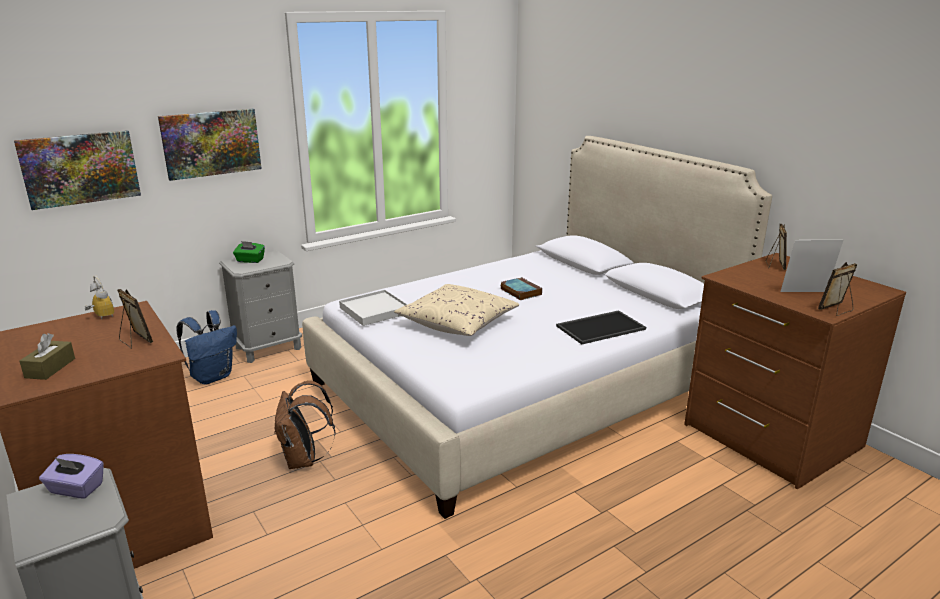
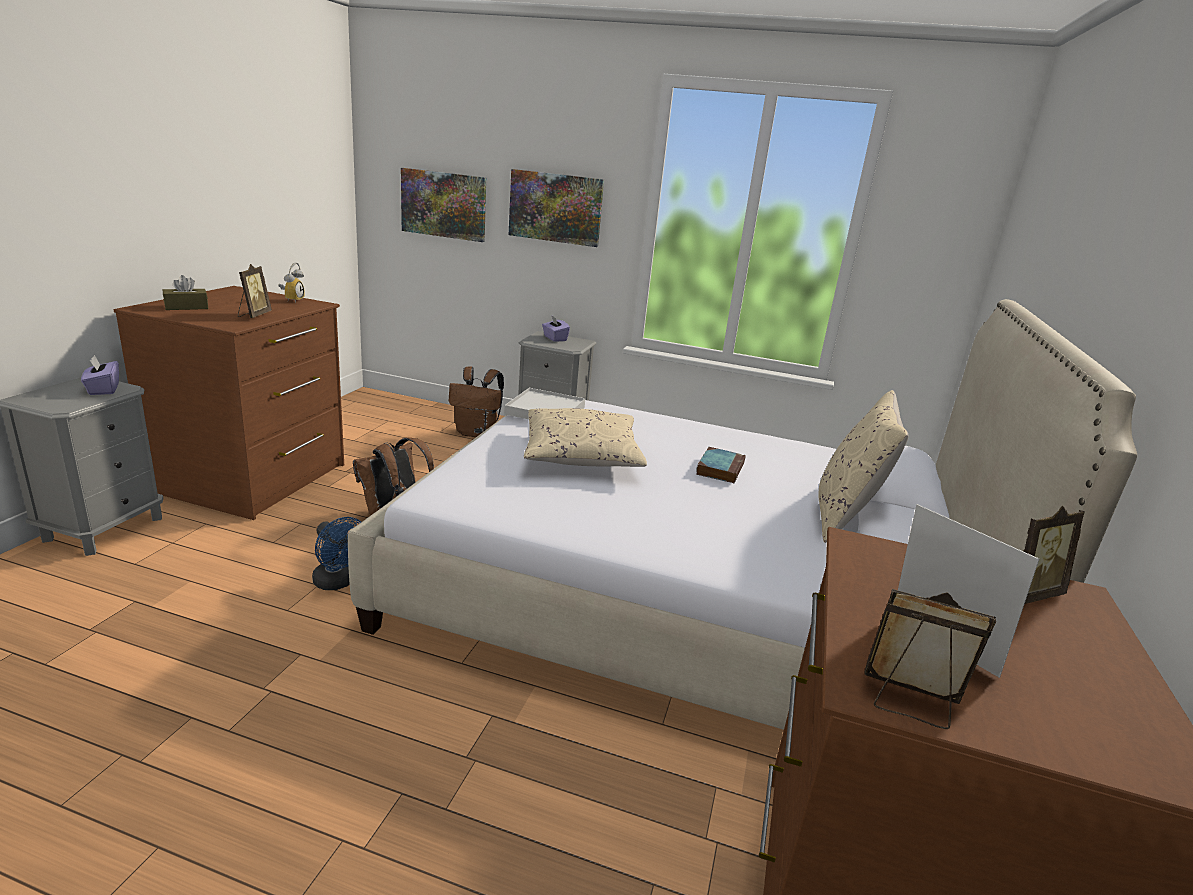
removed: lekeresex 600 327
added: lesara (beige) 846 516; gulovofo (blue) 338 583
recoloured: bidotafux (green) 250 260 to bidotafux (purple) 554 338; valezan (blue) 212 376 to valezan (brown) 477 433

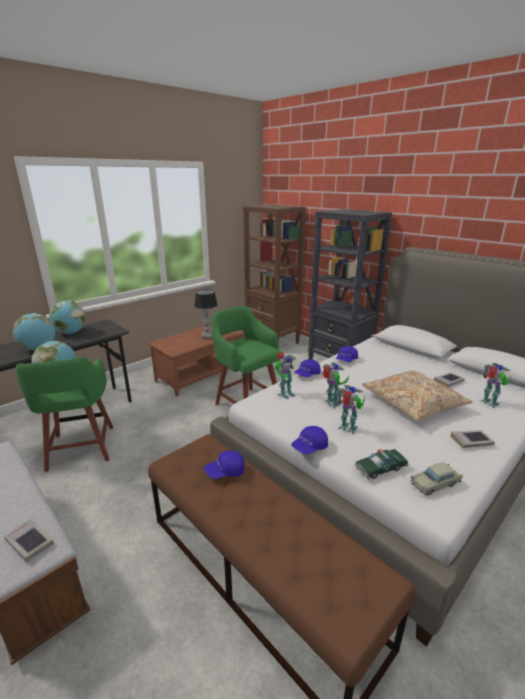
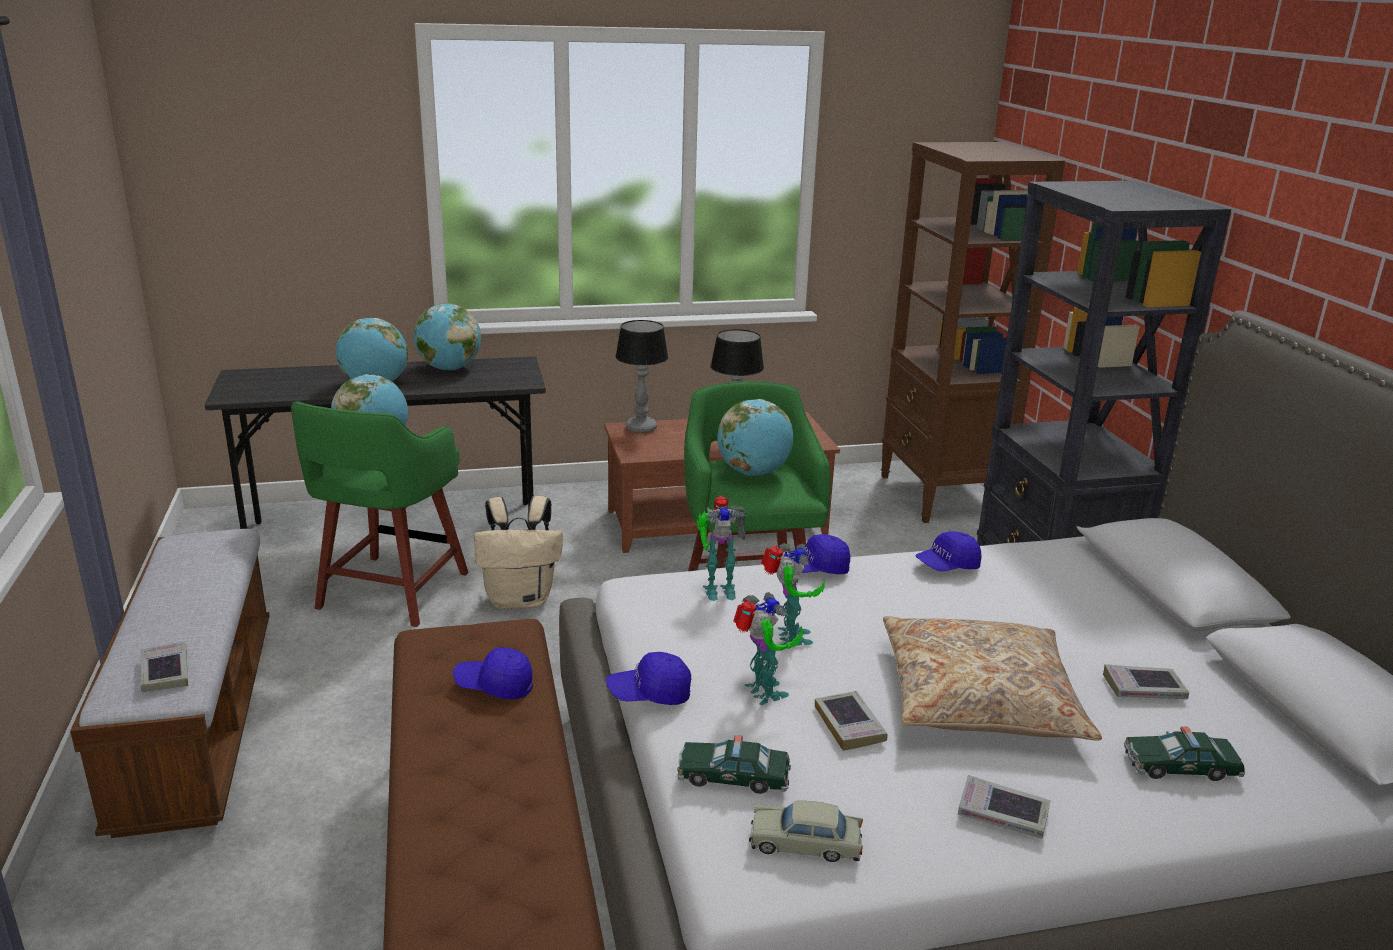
added: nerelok 642 428; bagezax 753 473; valezan (beige) 521 599; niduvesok 849 725
replaced: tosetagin 489 403 to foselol 1180 767

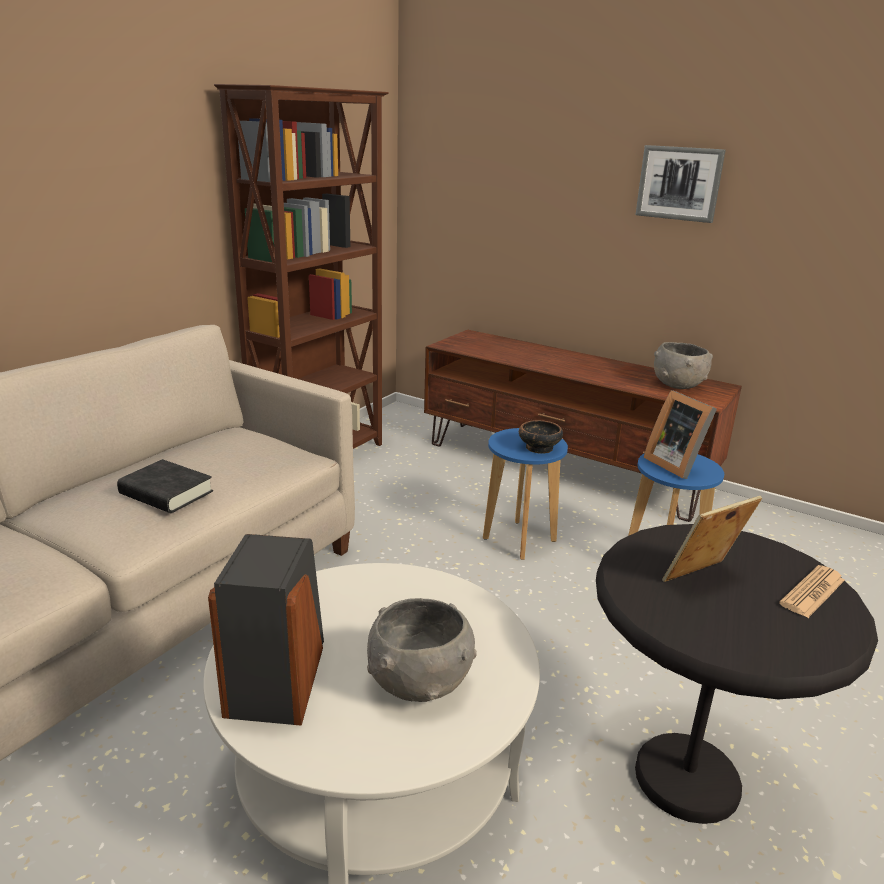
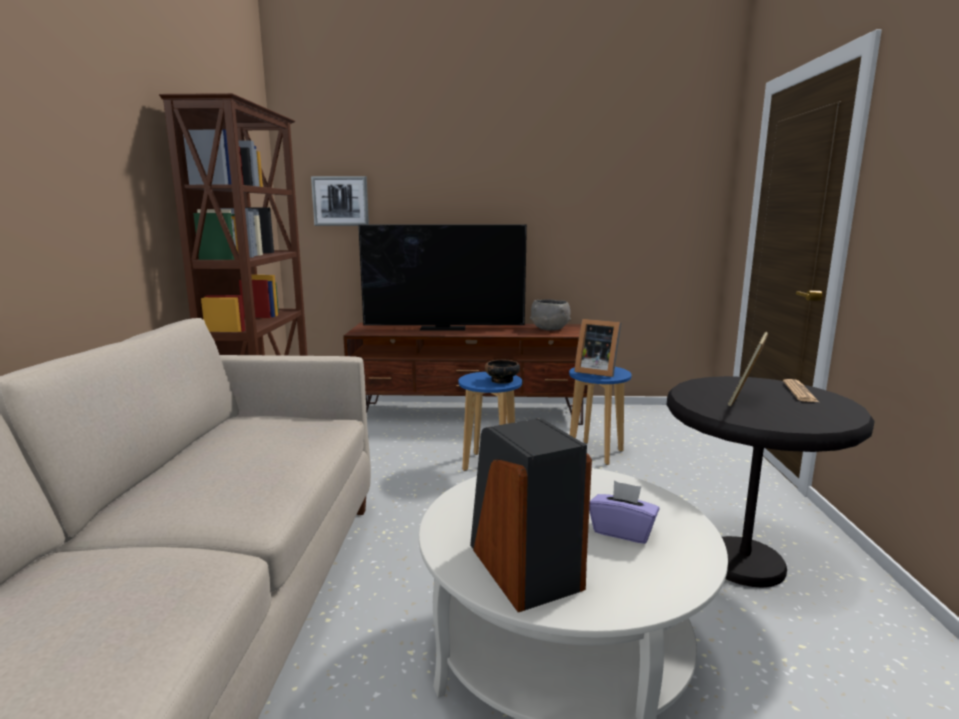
removed: niduvesok (black) 166 493
added: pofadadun 444 328
moved: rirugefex 679 183 to 340 201
replaced: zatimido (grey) 419 682 to bidotafux (purple) 622 531

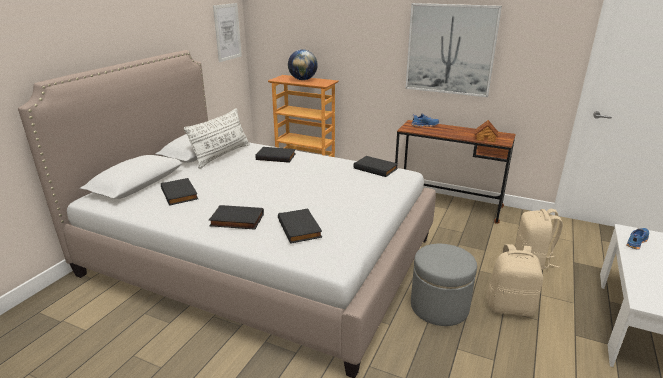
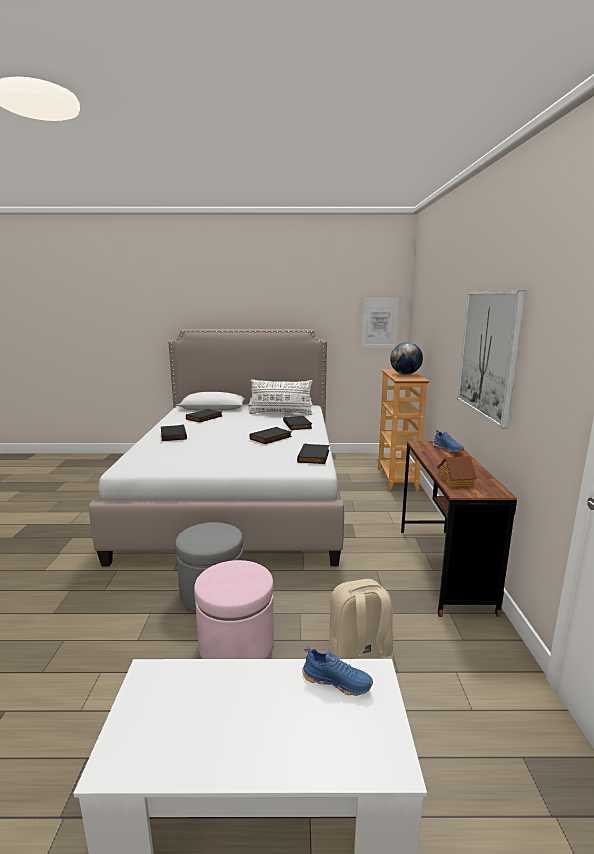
moved: niduvesok (black) 300 228 to 271 438
replaced: valezan (beige) 510 306 to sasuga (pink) 236 645

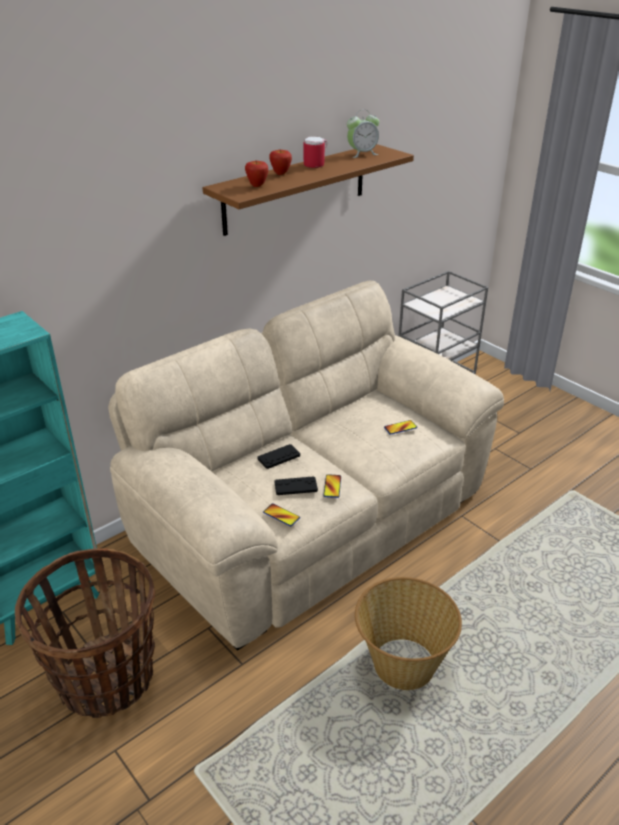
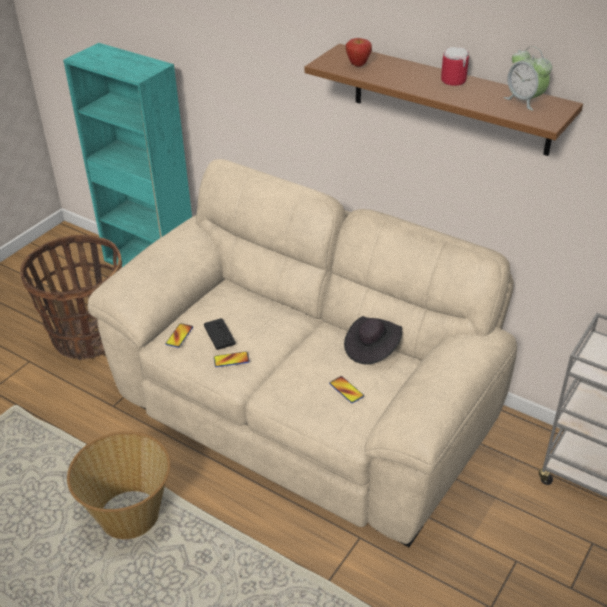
removed: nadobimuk 280 174; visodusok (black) 278 457
added: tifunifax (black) 372 349

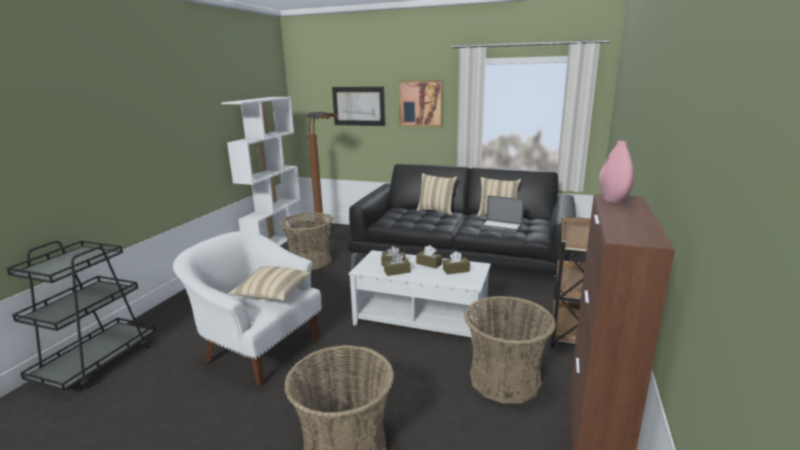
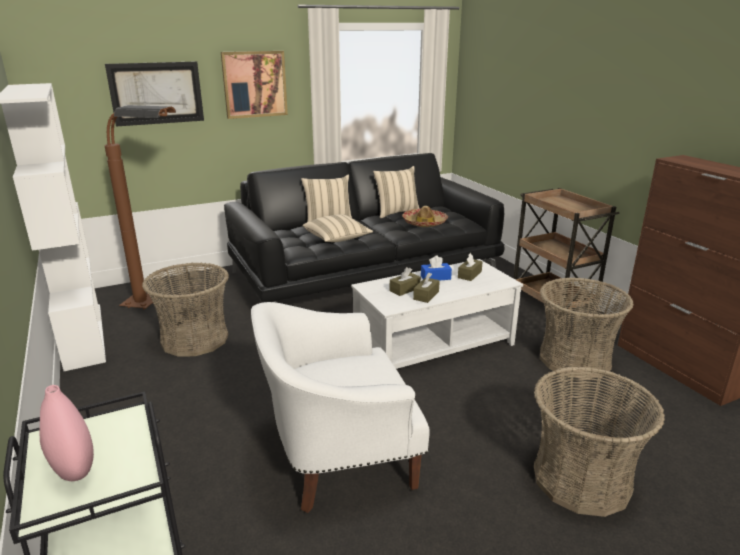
moved: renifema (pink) 612 200 to 73 468; lesara (beige) 272 294 to 337 239
replaced: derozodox 501 227 to tifunifax 424 223
recoloured: bidotafux (brown) 429 264 to bidotafux (blue) 435 277

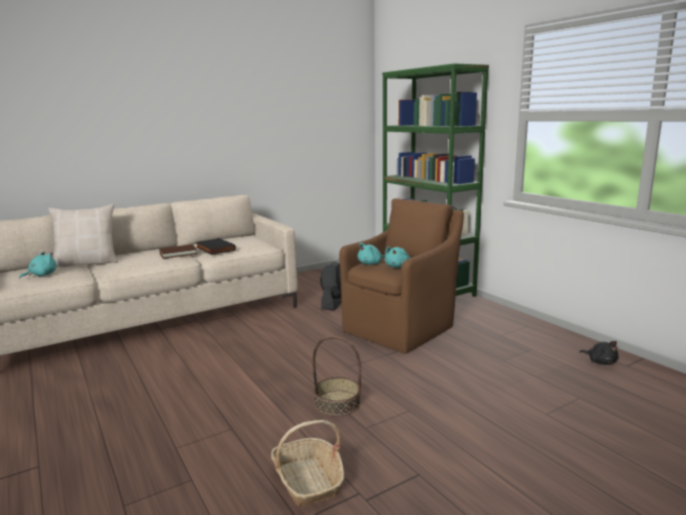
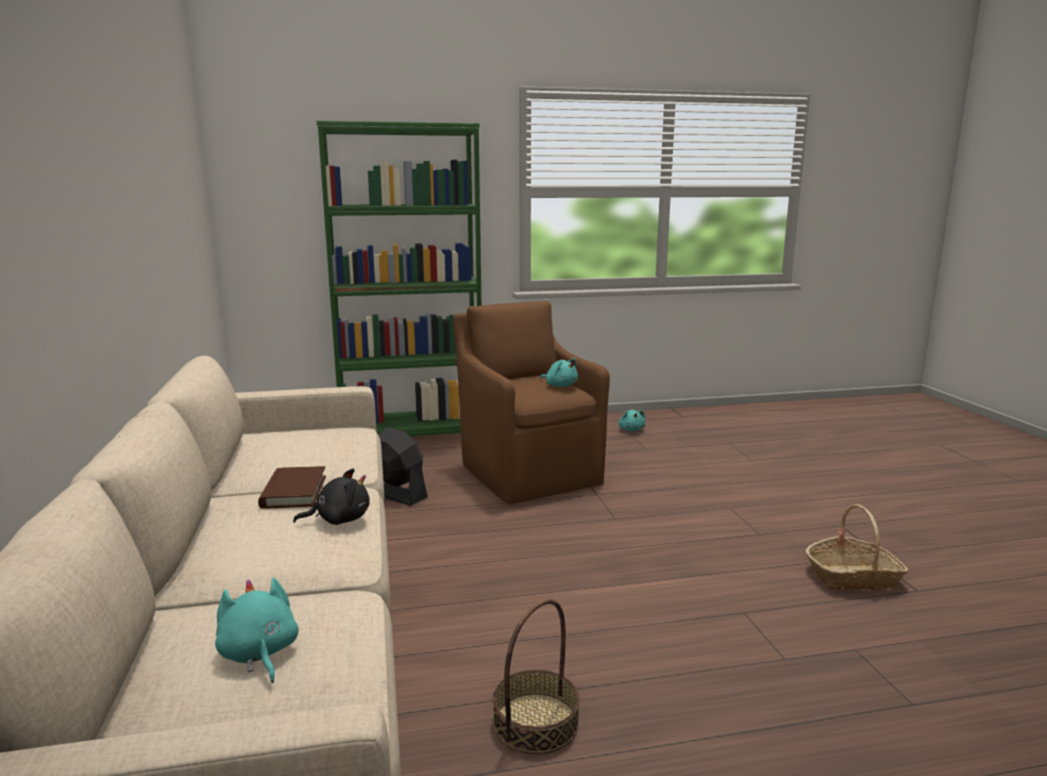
removed: lesara (beige) 87 263; niduvesok (black) 214 249
moved: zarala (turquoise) 371 264 to 631 429; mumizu 337 403 to 536 722; zarala (black) 600 362 to 339 519

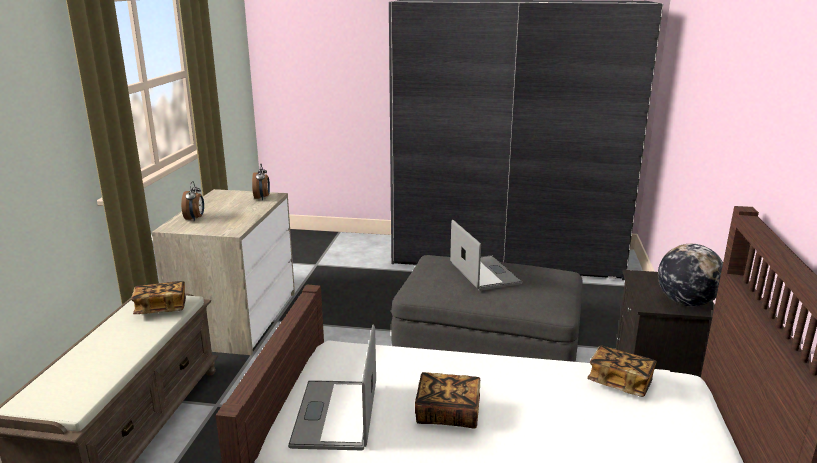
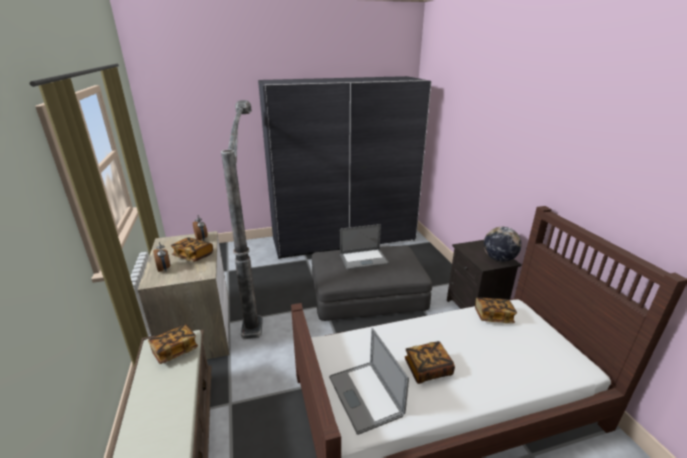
added: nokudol 256 287; niduvesok 193 256
turned: derozodox 484 273 = 363 259 120 degrees clockwise

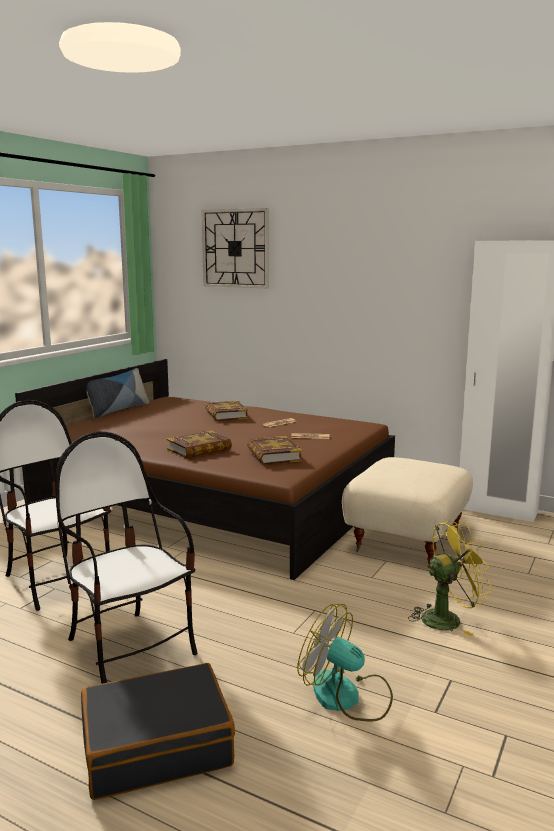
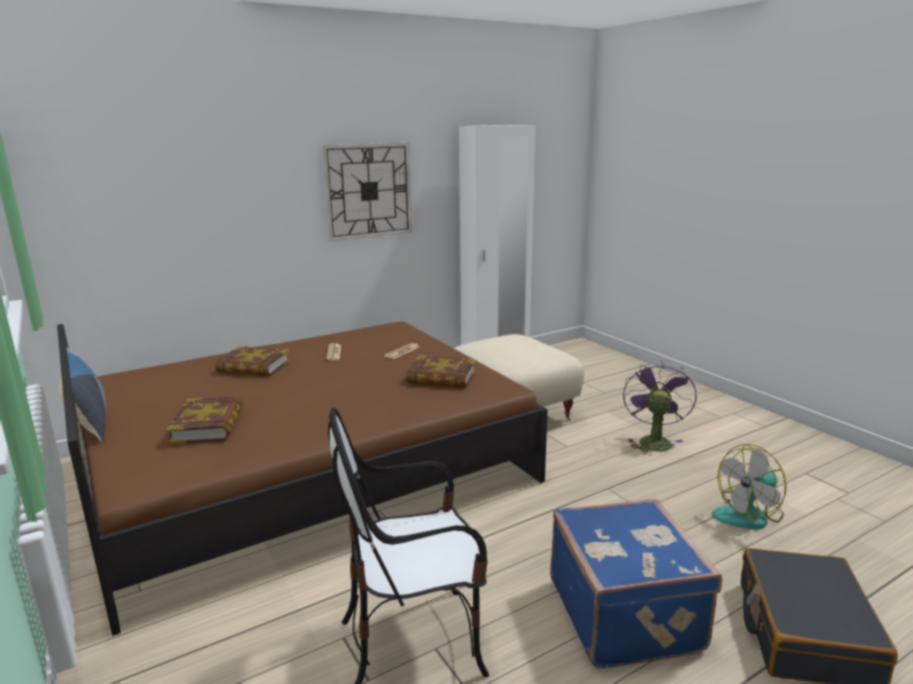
moved: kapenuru 235 248 to 368 191; niduvesok 199 449 to 209 426
replaced: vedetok 129 649 to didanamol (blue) 626 613
recoloured: gulovofo (yellow) 448 618 to gulovofo (purple) 653 440

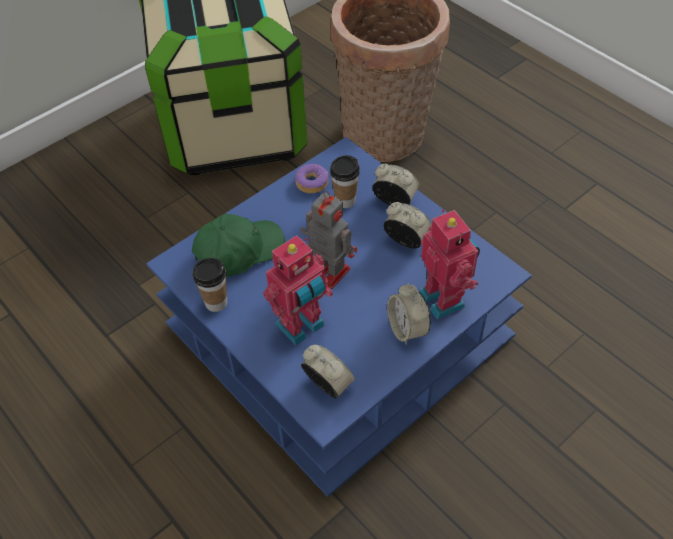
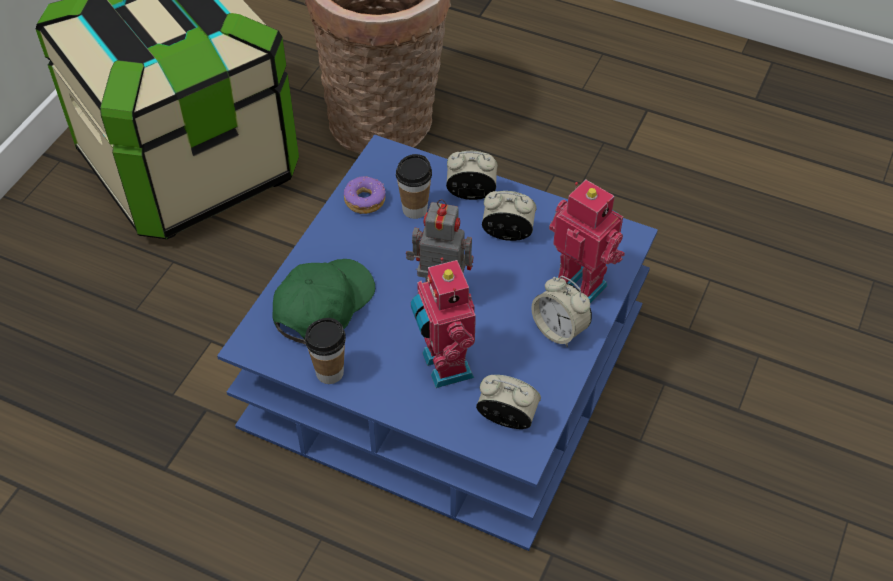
turned: tosetagin 302 327 = 443 366 135 degrees clockwise

